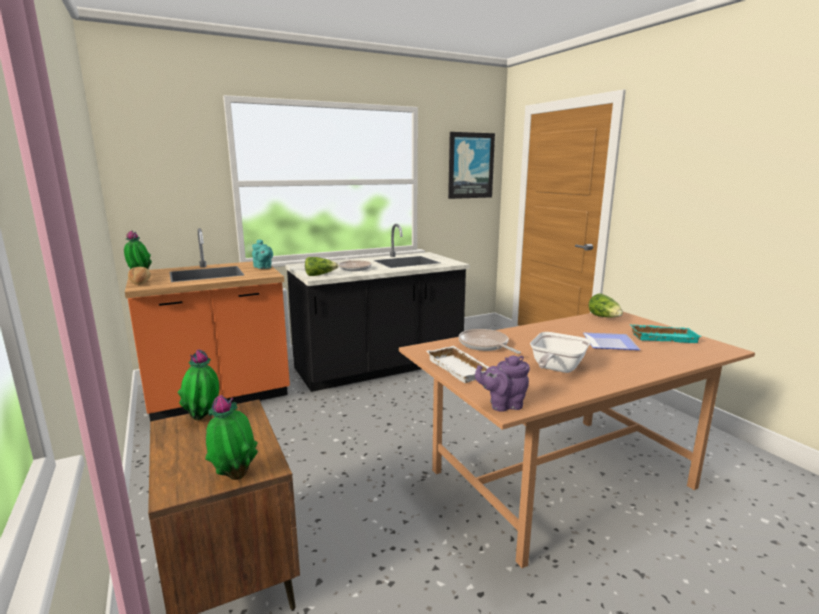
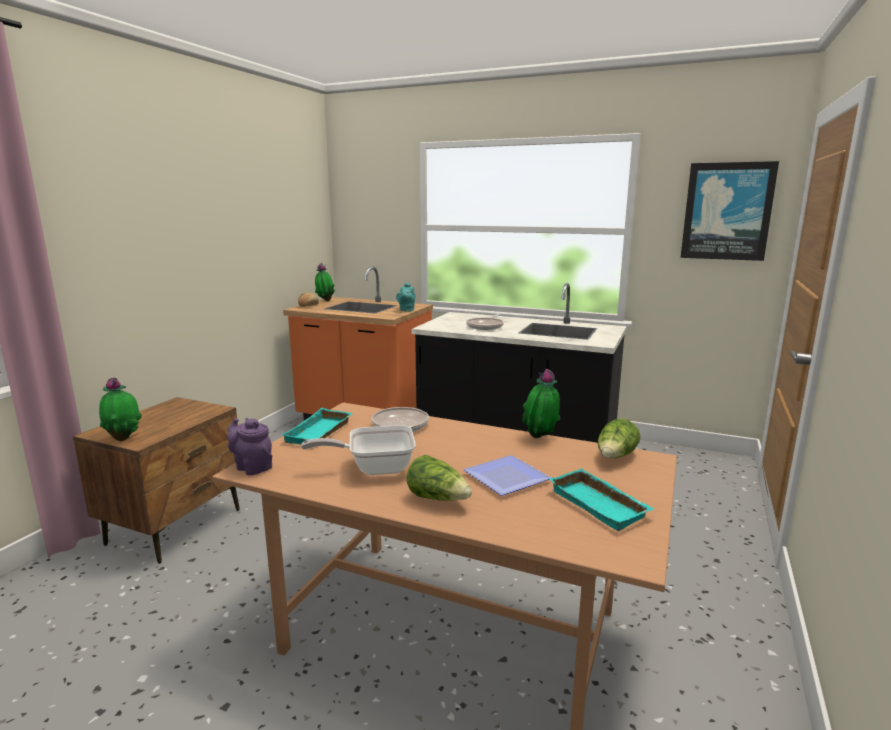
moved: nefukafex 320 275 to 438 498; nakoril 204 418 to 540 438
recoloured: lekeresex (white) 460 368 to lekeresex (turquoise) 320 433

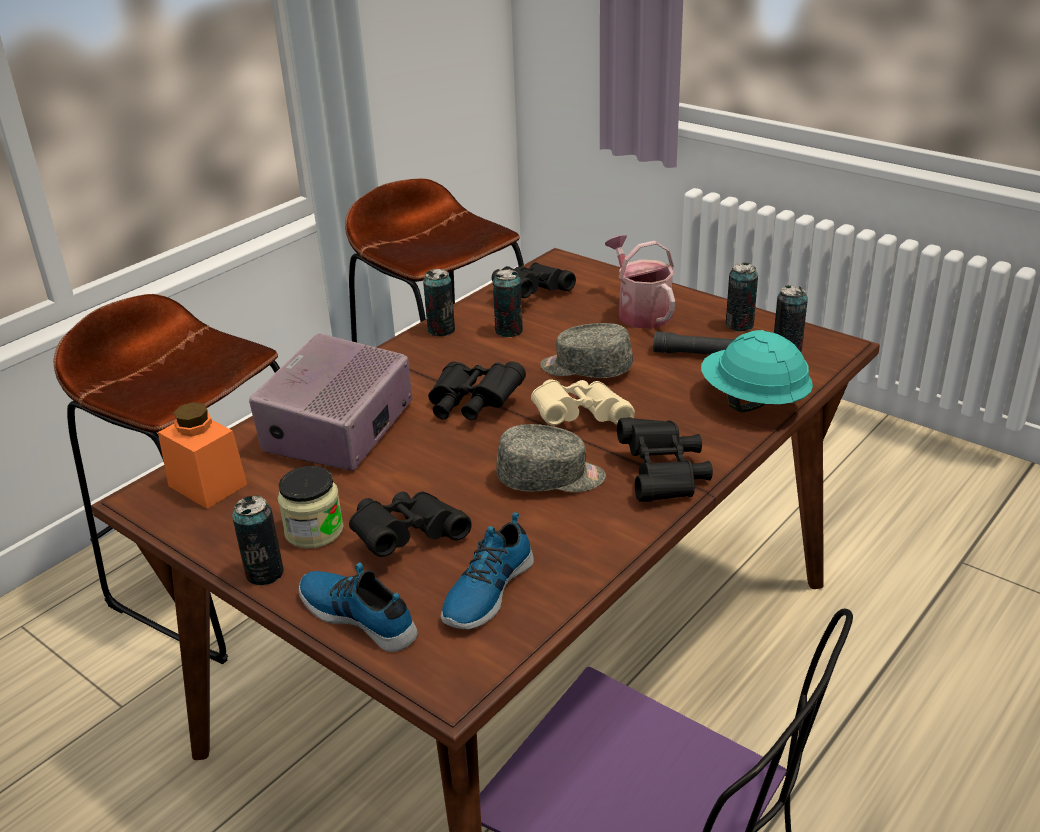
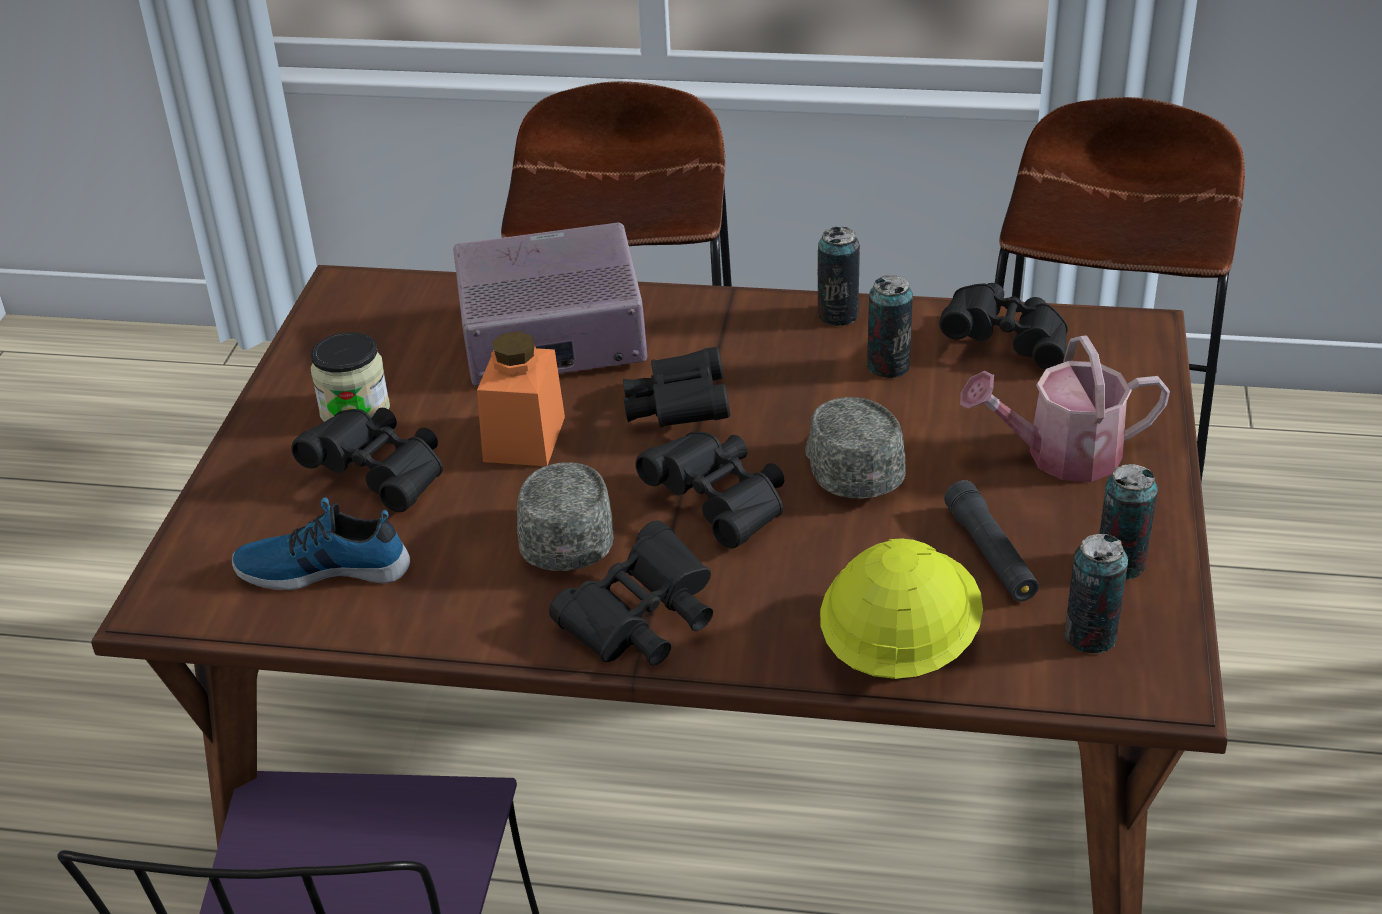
removed: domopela 264 573; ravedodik 359 615
moved: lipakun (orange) 207 485 to 524 439
recoloured: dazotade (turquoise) 753 402 to dazotade (yellow) 898 647; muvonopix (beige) 579 418 to muvonopix (black) 720 505
turned: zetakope 640 312 = 1060 456 135 degrees counterclockwise; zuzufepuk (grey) 551 478 = 567 533 150 degrees counterclockwise

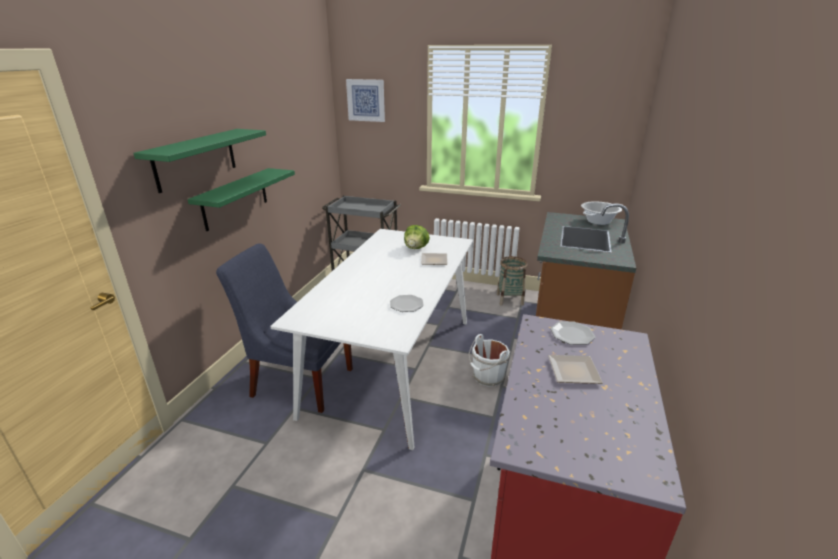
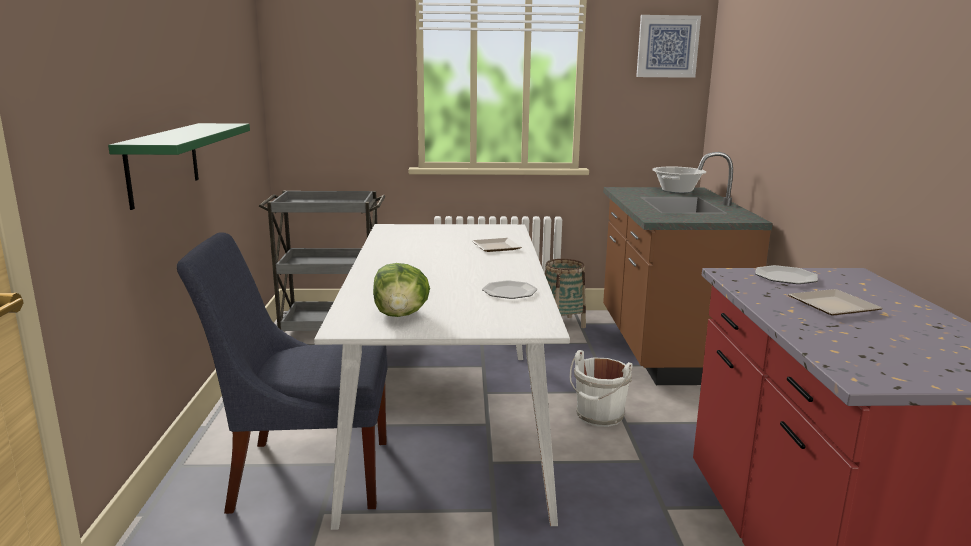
removed: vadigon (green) 196 159
moved: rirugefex 366 100 to 667 46; nefukafex 416 248 to 401 315

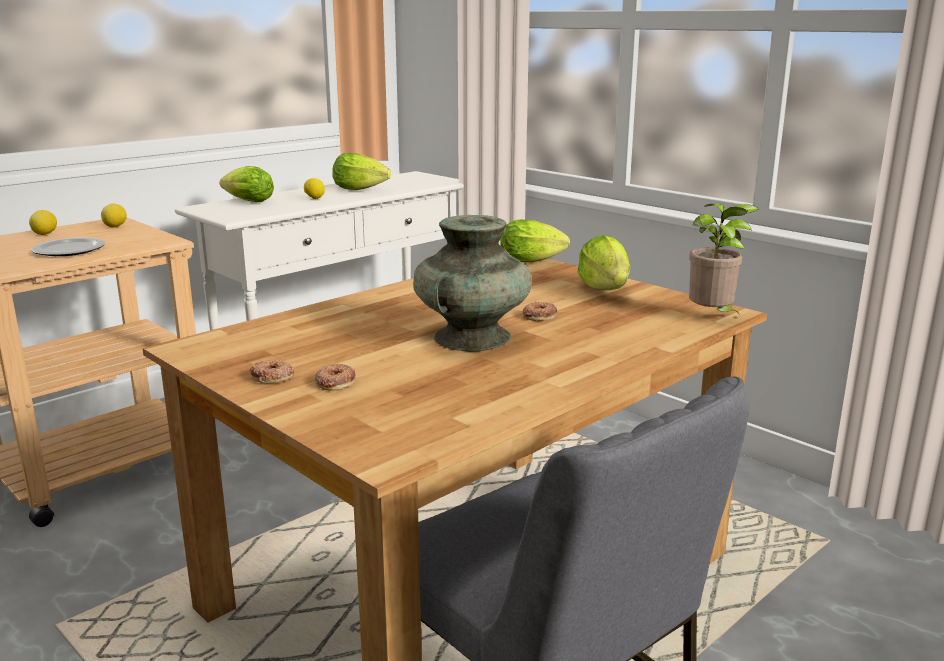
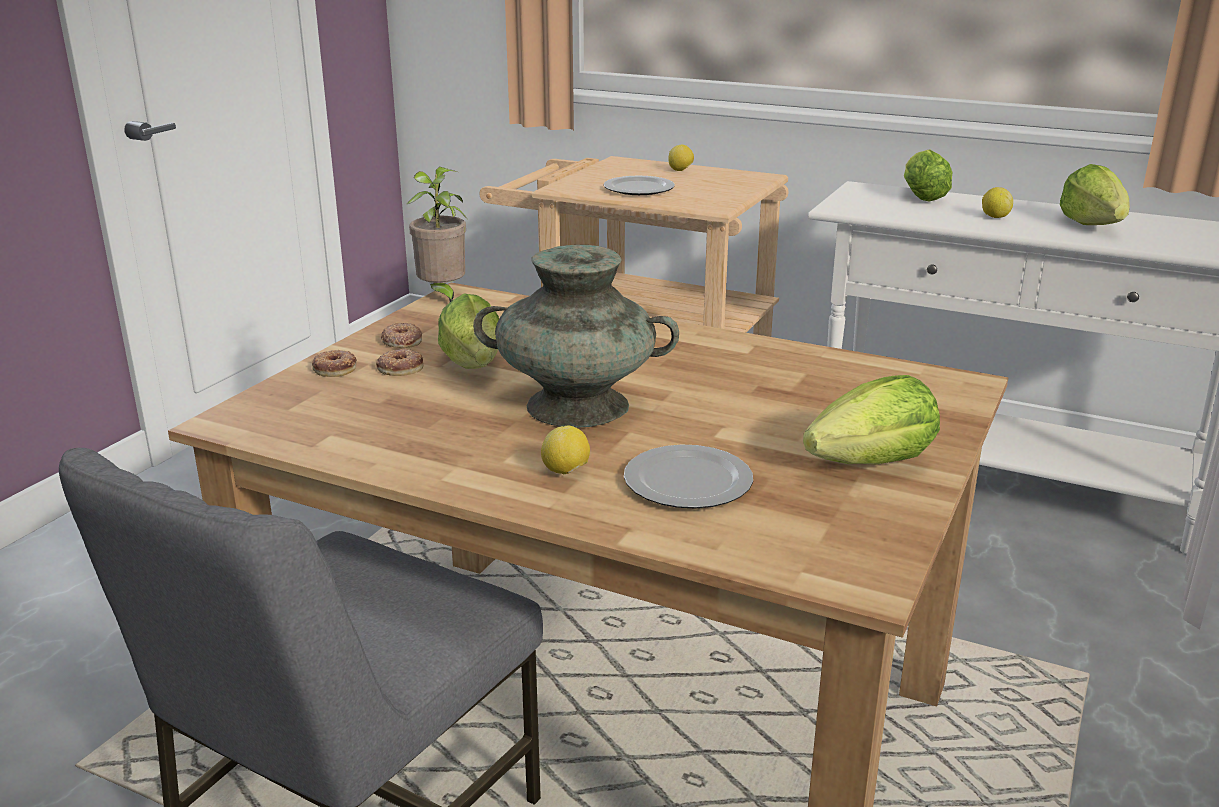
added: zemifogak 690 482
moved: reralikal 115 227 to 566 472; nakoril 713 318 to 442 296; nefukafex 534 261 to 475 368; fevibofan 539 315 to 335 368

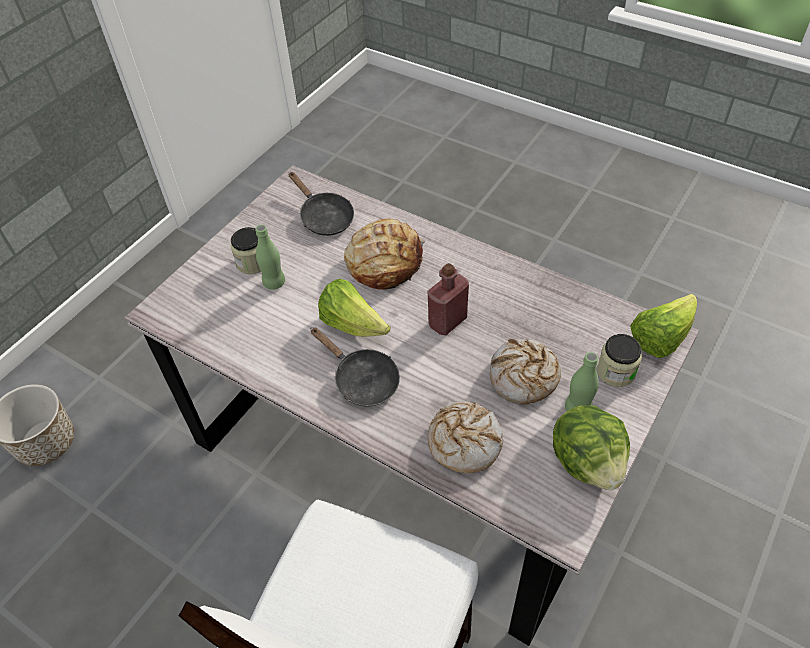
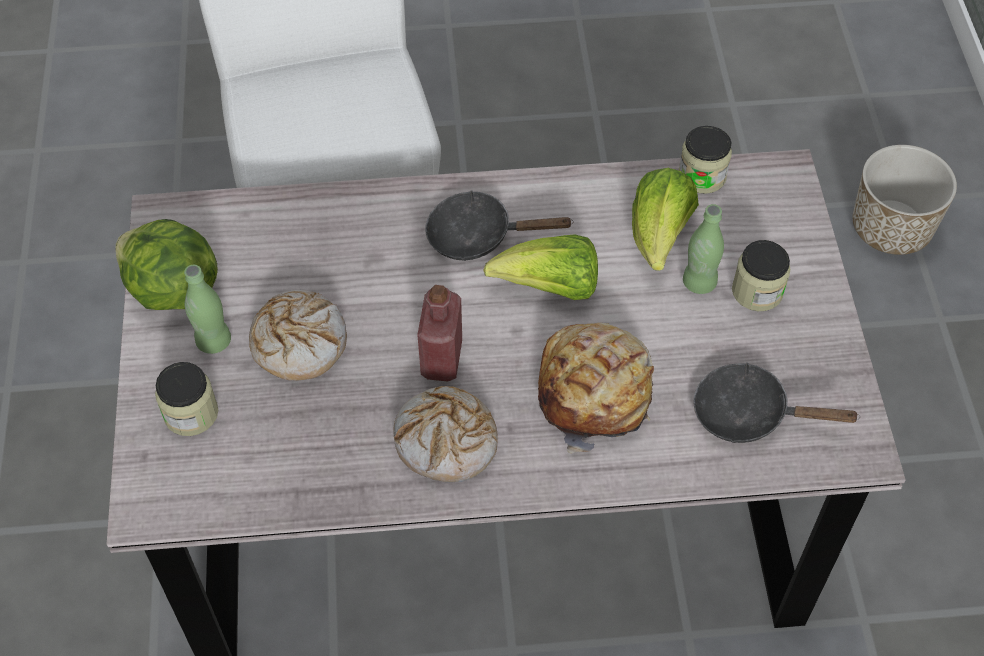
added: lipakun 702 176
moved: nefukafex 660 338 to 659 236; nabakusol 464 442 to 446 442

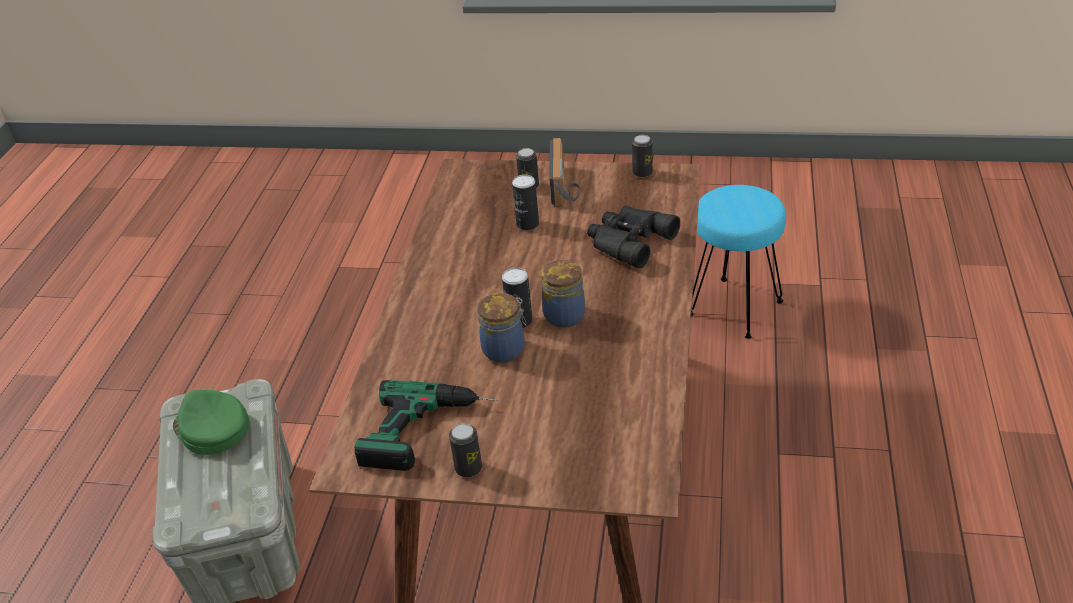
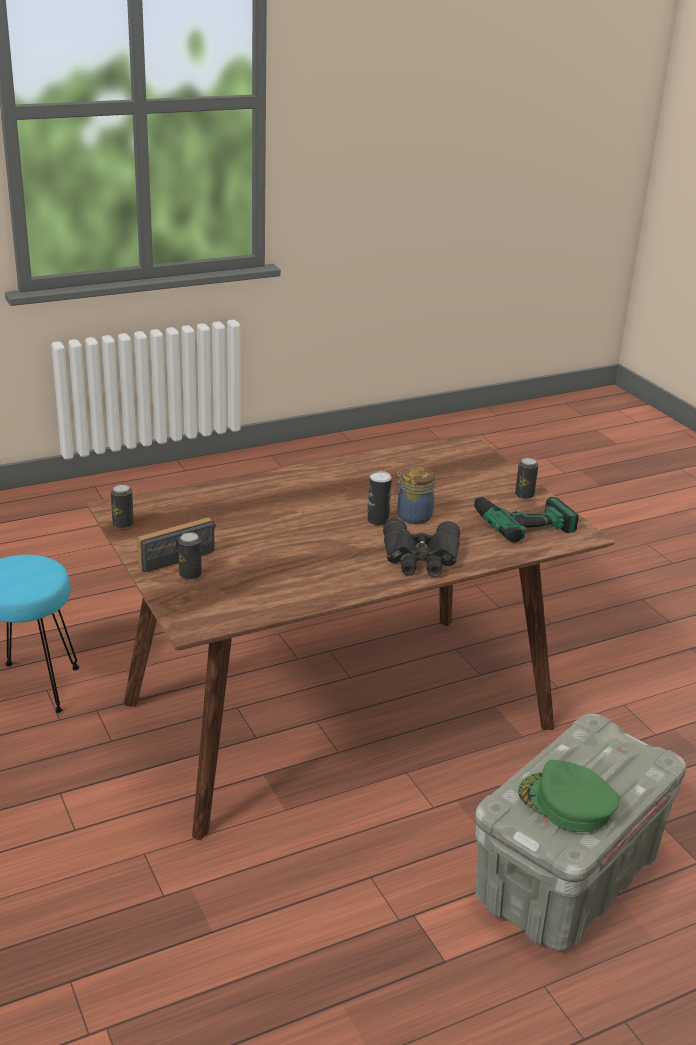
removed: domopela 527 224; lipakun 563 314
moved: muvonopix (black) 628 241 to 421 558
turned: zuzufepuk (green) 211 428 = 566 803 120 degrees clockwise

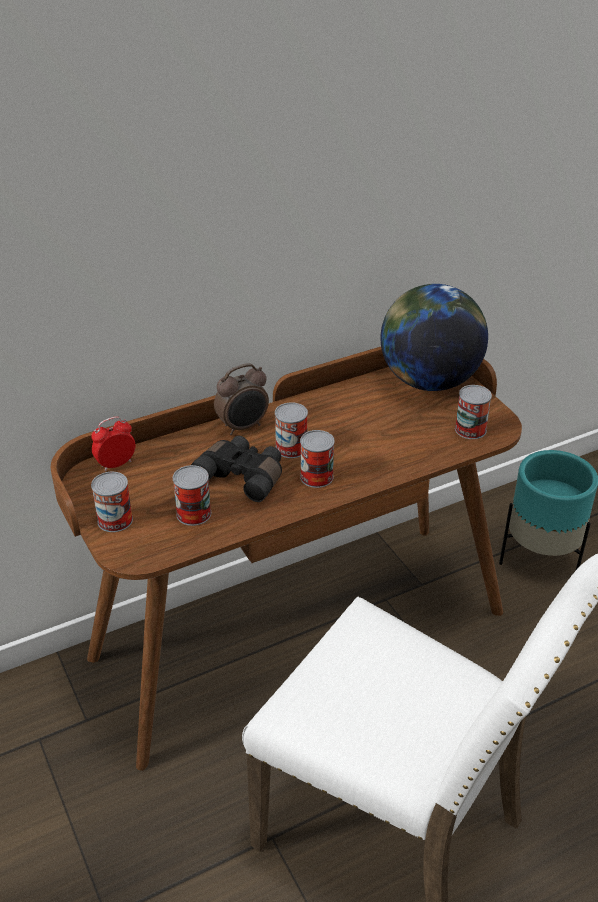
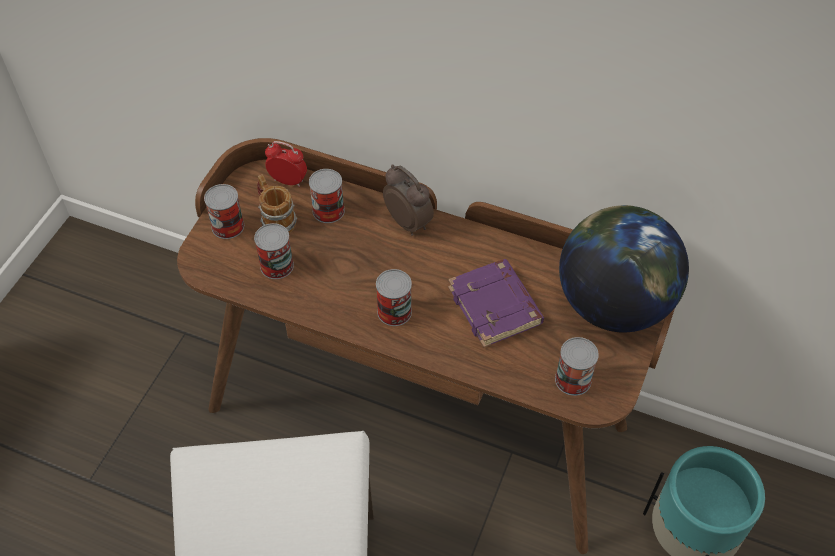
removed: muvonopix (black) 243 476
added: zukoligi 275 219; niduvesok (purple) 496 307
moved: domopela 291 448 to 328 210
turned: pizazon 243 427 = 409 222 150 degrees counterclockwise

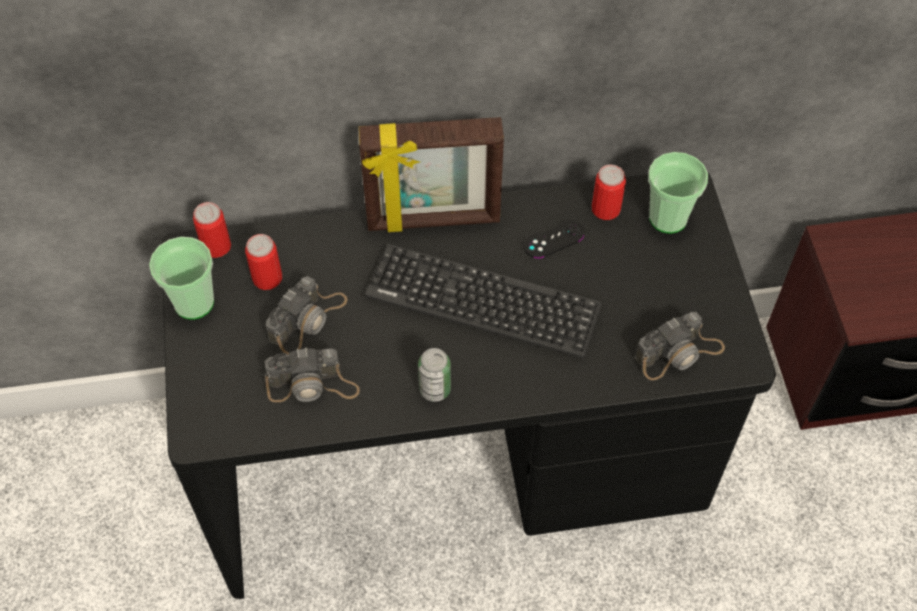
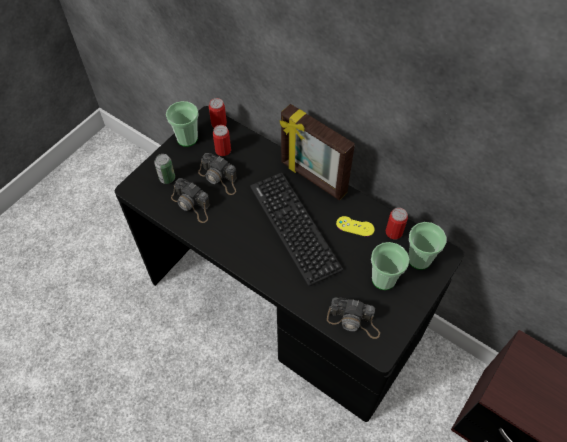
added: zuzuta 383 279
moved: domopela 435 389 to 167 178
recoloured: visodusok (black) 554 239 to visodusok (yellow) 355 226
turned: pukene 308 319 = 219 178 45 degrees clockwise

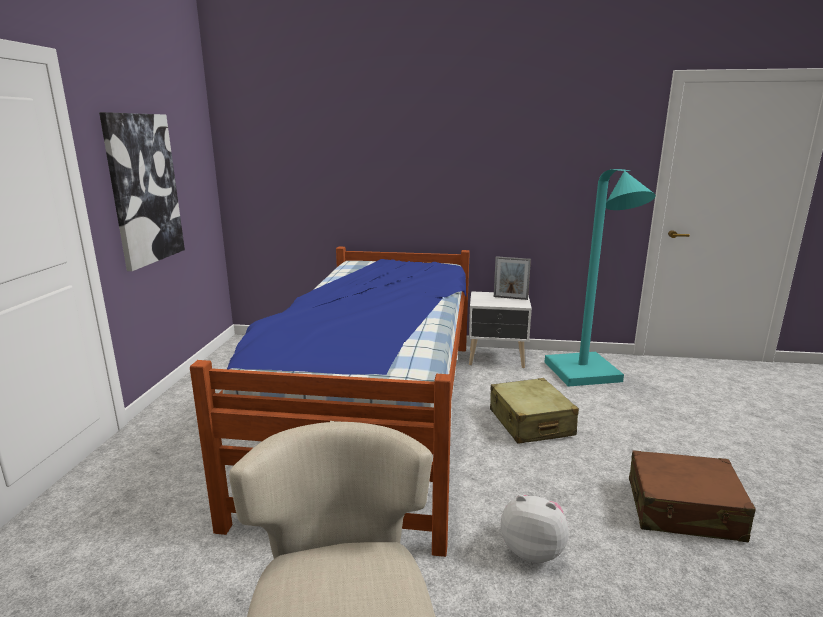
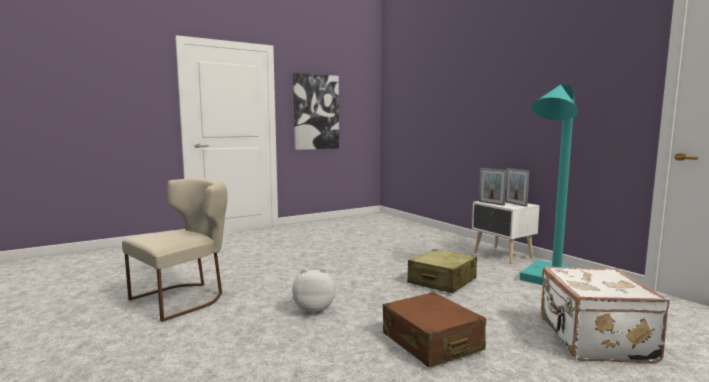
removed: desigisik 374 414
added: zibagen 491 203; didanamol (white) 593 340
turned: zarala 533 550 = 314 309 75 degrees counterclockwise

